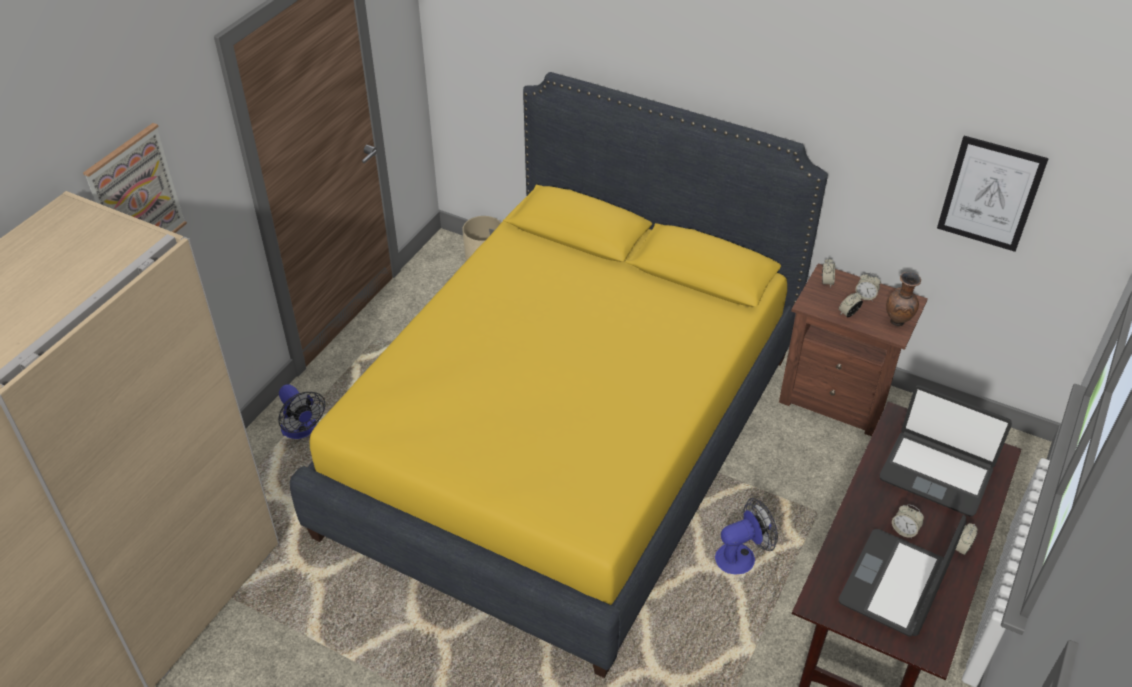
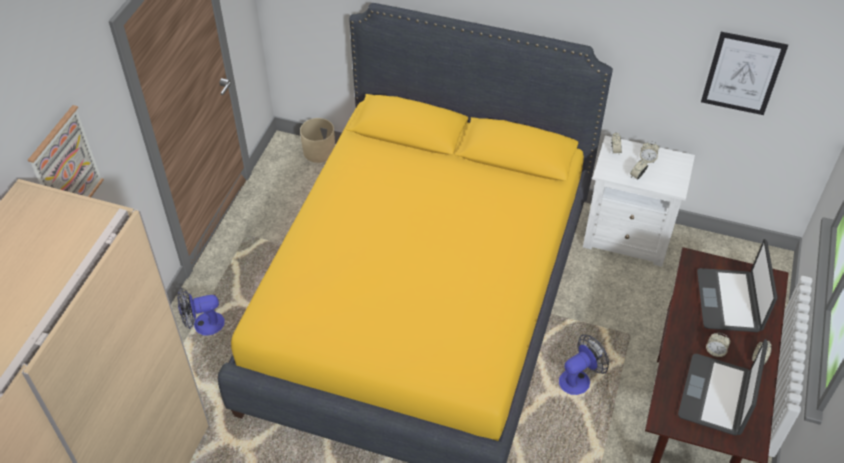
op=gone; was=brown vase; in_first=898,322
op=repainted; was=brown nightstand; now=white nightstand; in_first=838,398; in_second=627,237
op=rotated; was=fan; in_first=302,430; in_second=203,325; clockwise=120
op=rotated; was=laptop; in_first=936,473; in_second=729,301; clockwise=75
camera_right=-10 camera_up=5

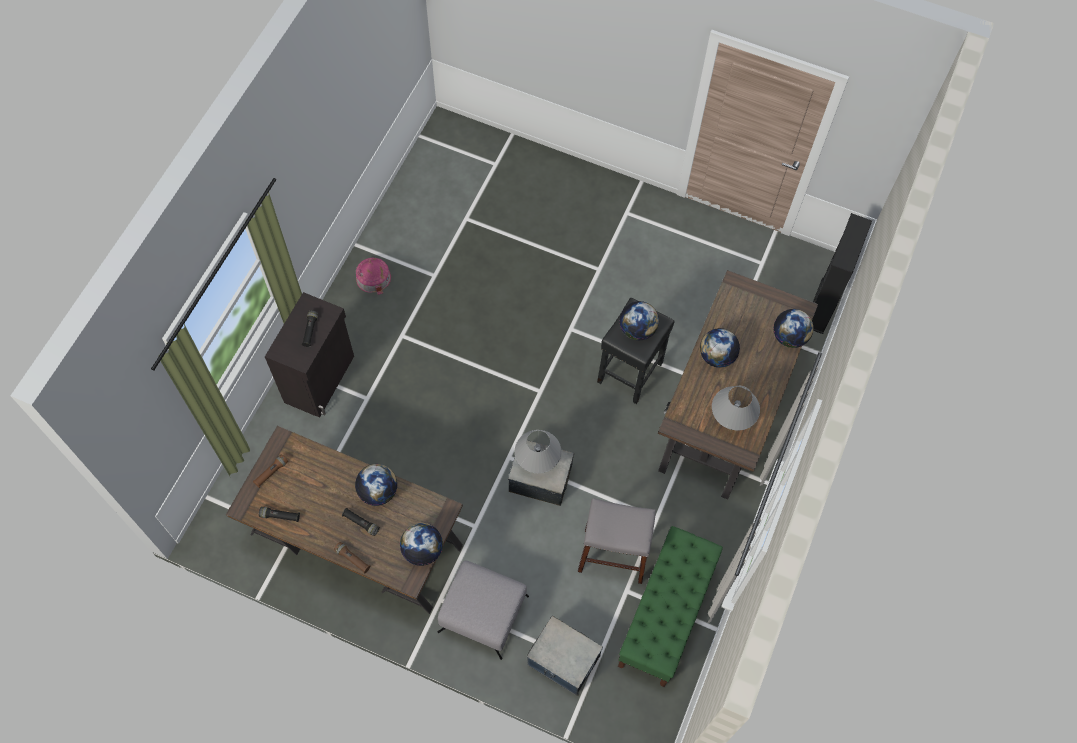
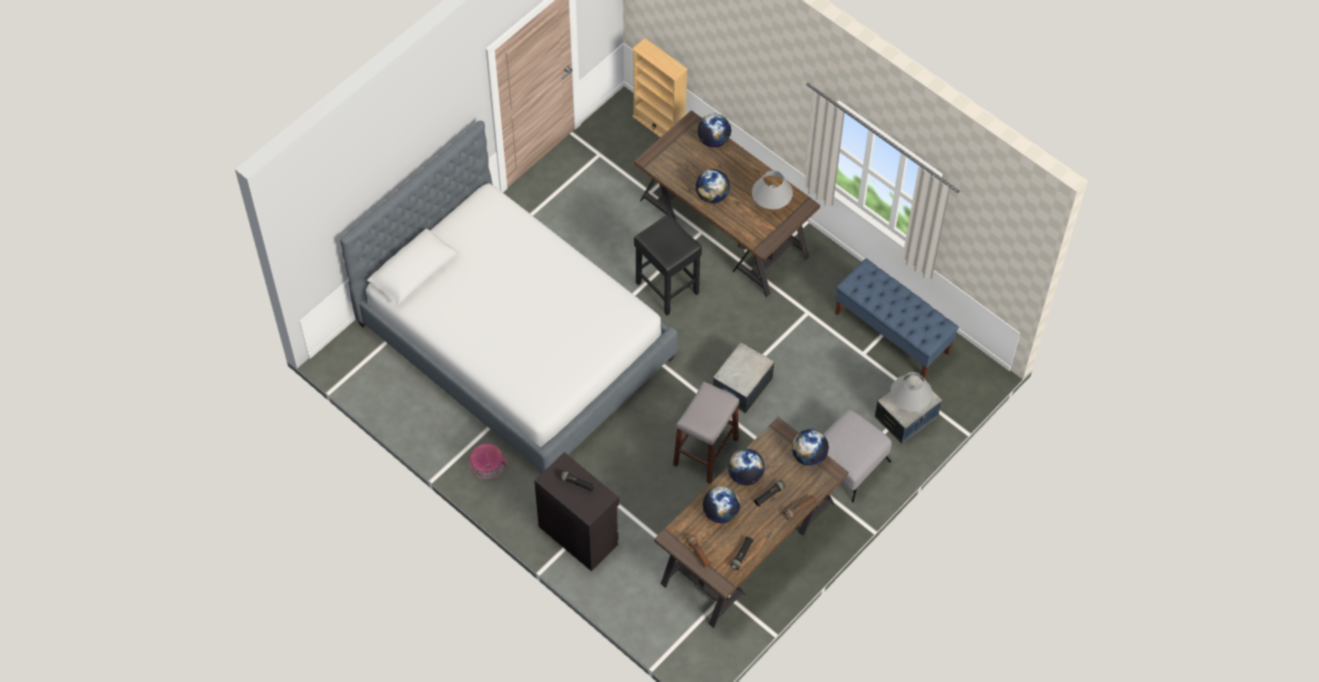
op=new; now=bed; in_second=515,341
op=shifted; was=grey table lamp; in_first=537,460; in_second=909,404
op=shifted; was=grey stool; in_first=613,555; in_second=706,451
op=shifted; was=globe; in_first=637,330; in_second=721,512
op=repainted; was=green bench; now=blue bench; in_first=665,615; in_second=892,333
op=repainted; was=black bookcase; now=beige bookcase; in_first=822,306; in_second=659,126
camera_right=-70 camera_up=-5

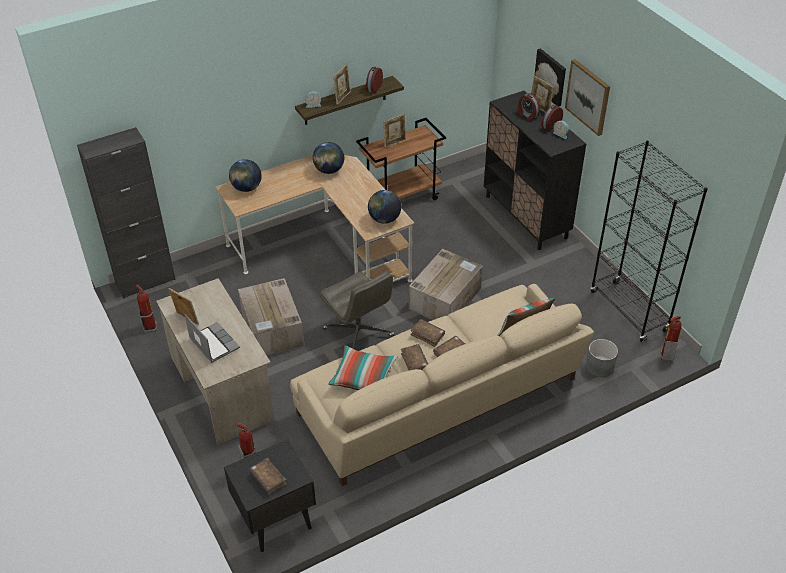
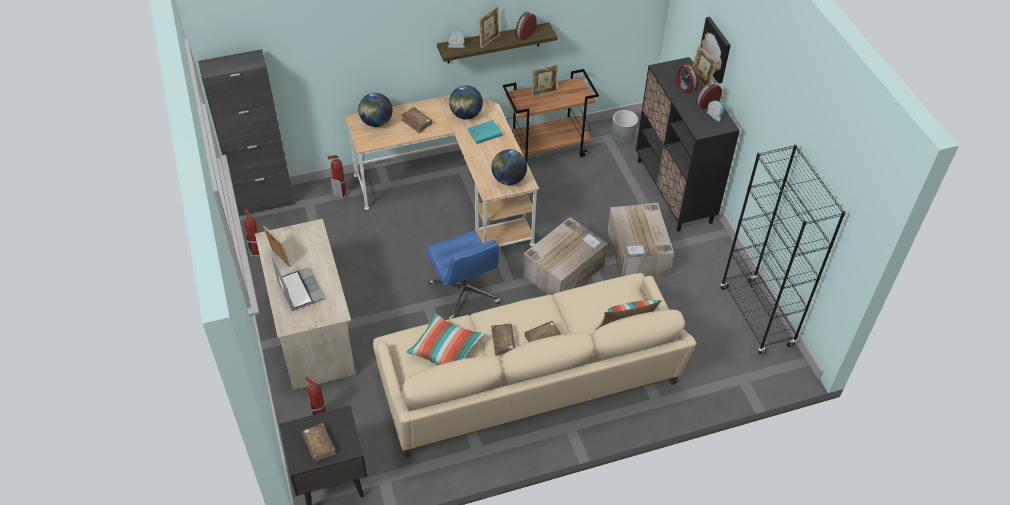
op=gone; was=picture; in_first=588,96
op=new; now=turquoise book; in_second=485,133
op=shifted; was=cardboard box; in_first=272,329; in_second=638,252
op=shifted; was=brown book; in_first=427,335; in_second=417,123
op=shifted; was=grey planter; in_first=599,367; in_second=622,135
op=shifted; was=fire extinguisher; in_first=666,355; in_second=340,194
op=repainted; was=grey office chair; now=blue office chair; in_first=359,333; in_second=464,293
camera_right=10 camera_up=5

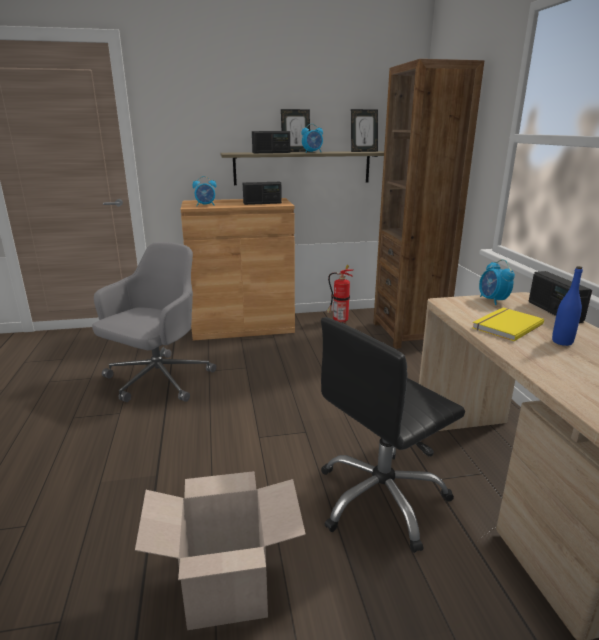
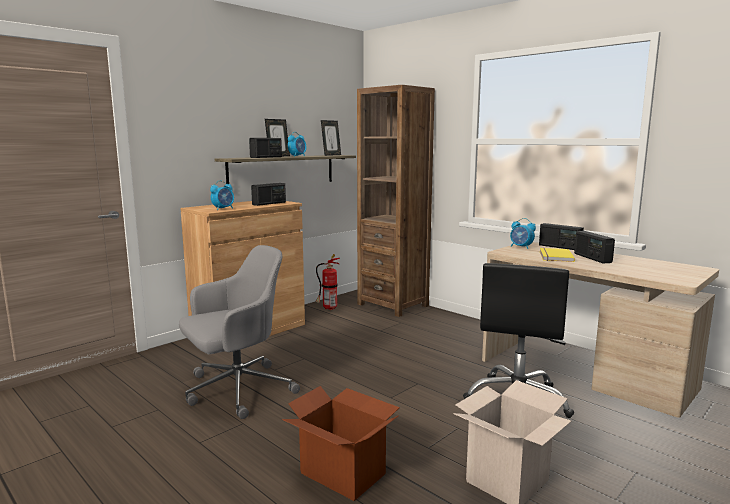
op=new; now=cardboard box; in_second=343,473
op=swapped; was=blue bottle; now=radio; in_first=562,342; in_second=592,258
op=rotated; was=grey office chair; in_first=157,380; in_second=237,390; clockwise=60
camera_right=-35 camera_up=-10

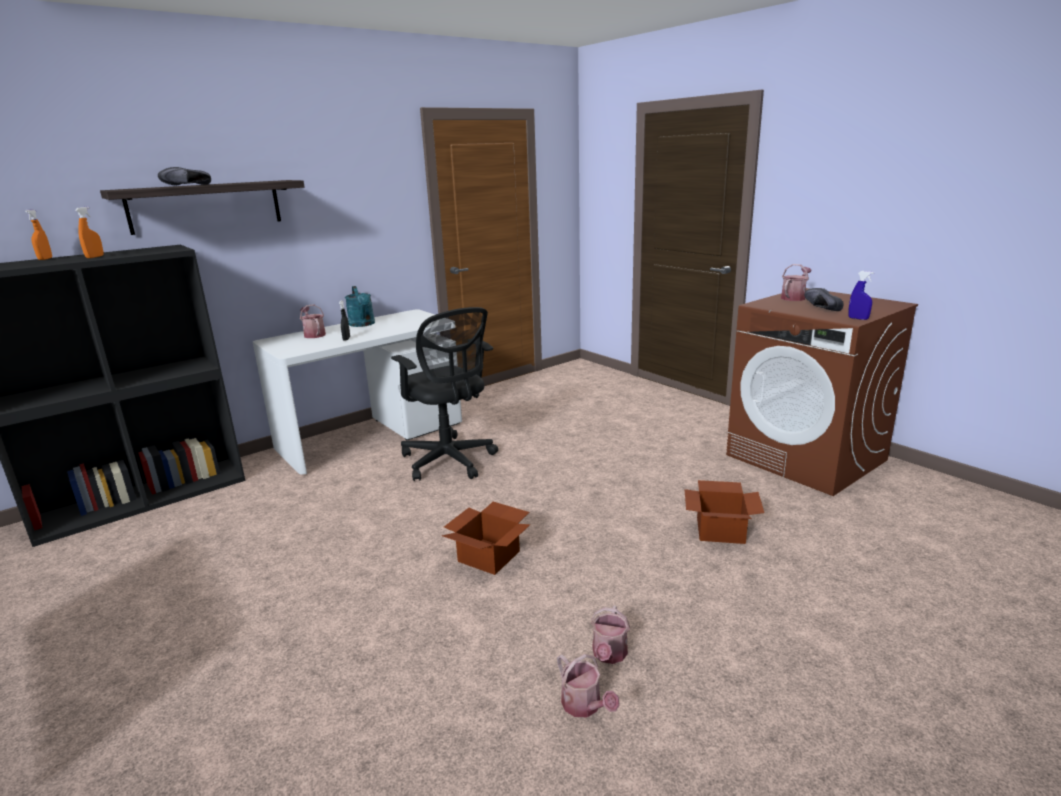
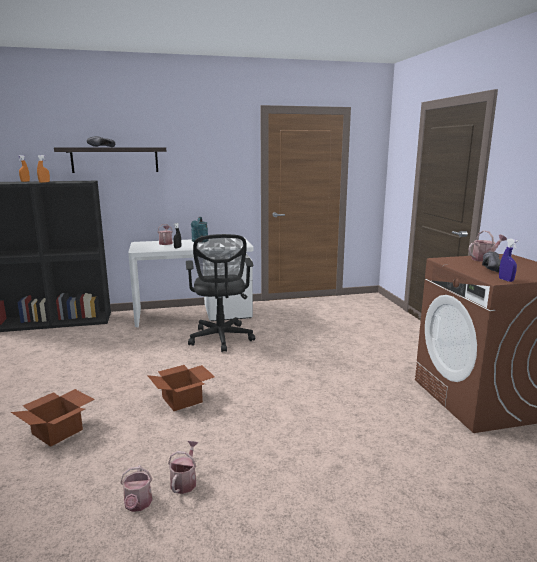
op=shifted; was=cardboard box; in_first=721,529; in_second=59,431
op=rotated; was=watering can; in_first=609,655; in_second=185,481; clockwise=150
camera_right=25 camera_up=-5

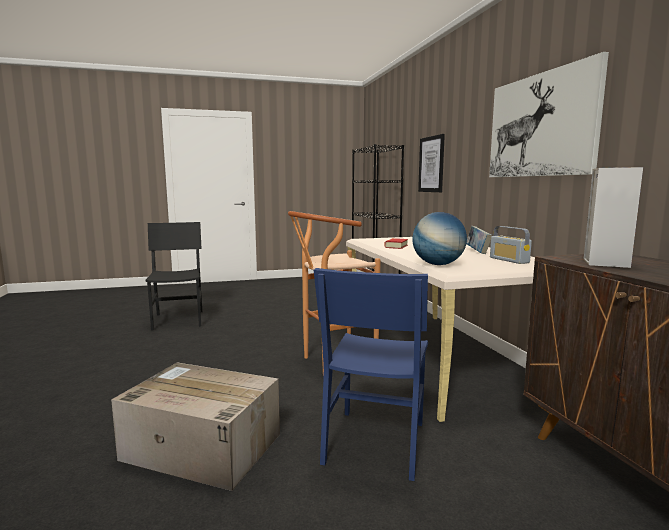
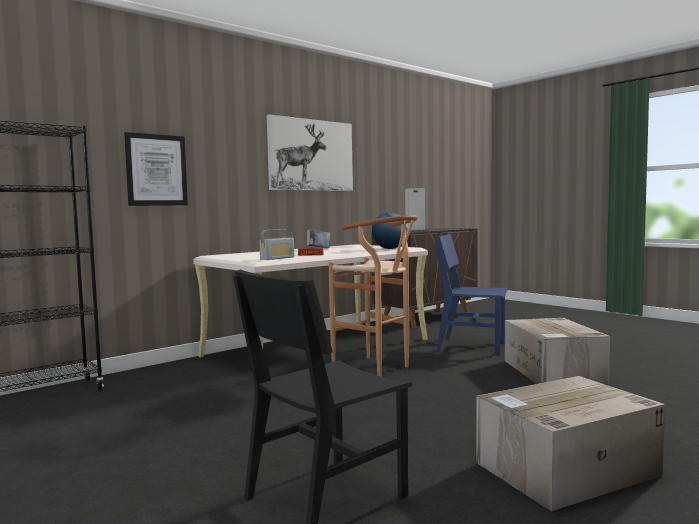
op=new; now=cardboard box; in_second=565,469
op=shifted; was=radio; in_first=509,260; in_second=277,258
op=rotated; was=blue chair; in_first=375,442; in_second=471,346; clockwise=-150
camera_right=-115 camera_up=-5

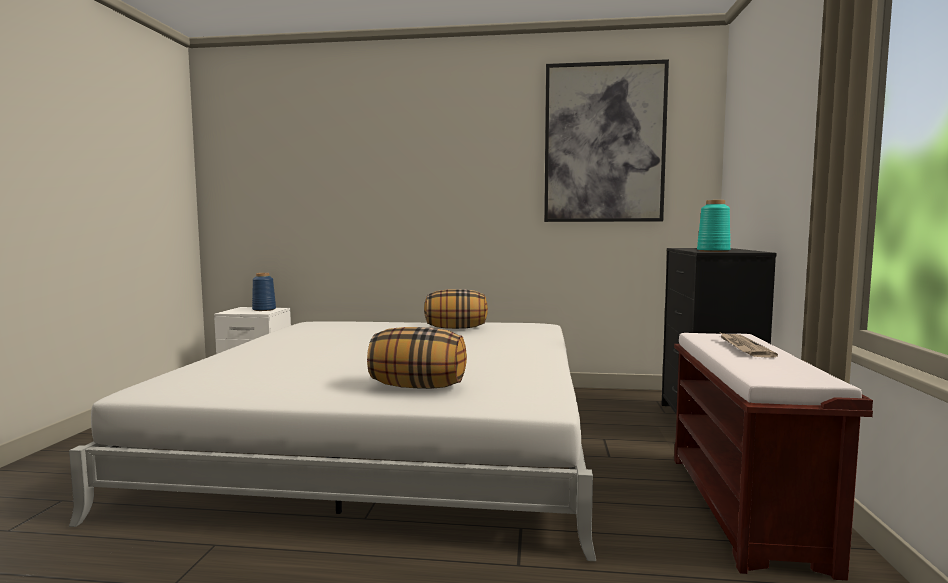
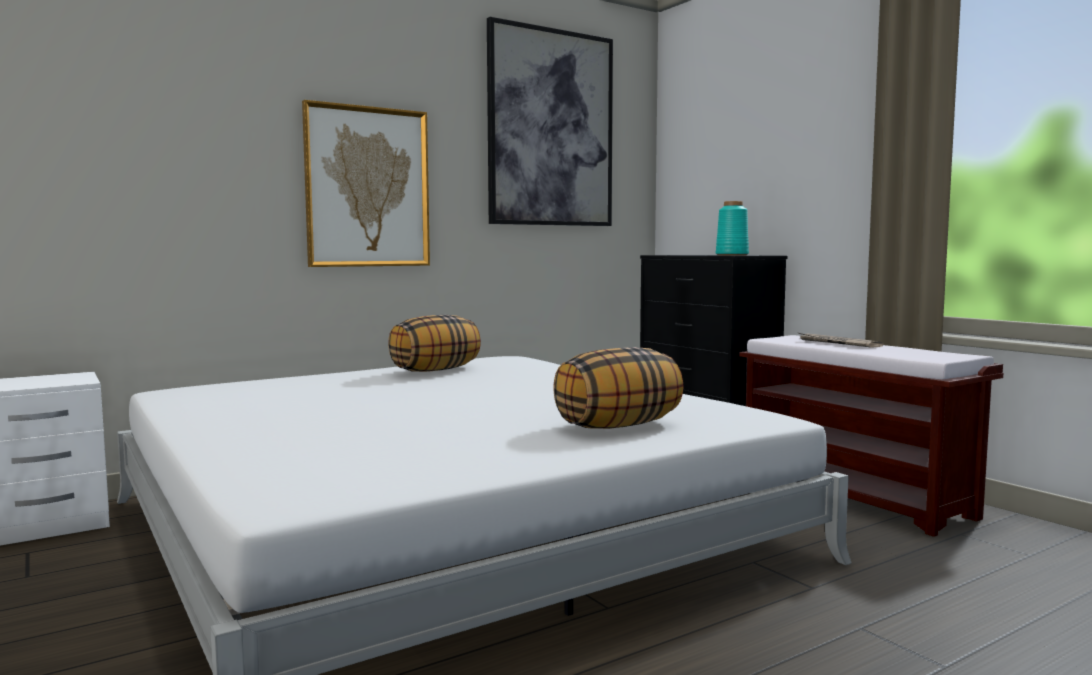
op=gone; was=blue vase; in_first=264,309
op=new; now=picture; in_second=367,187
camera_right=-40 camera_up=0

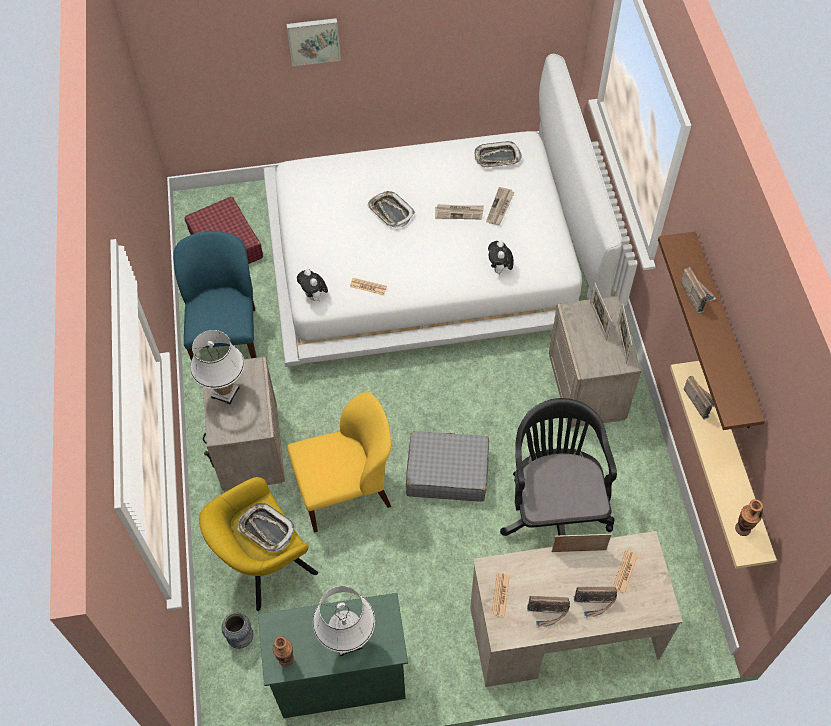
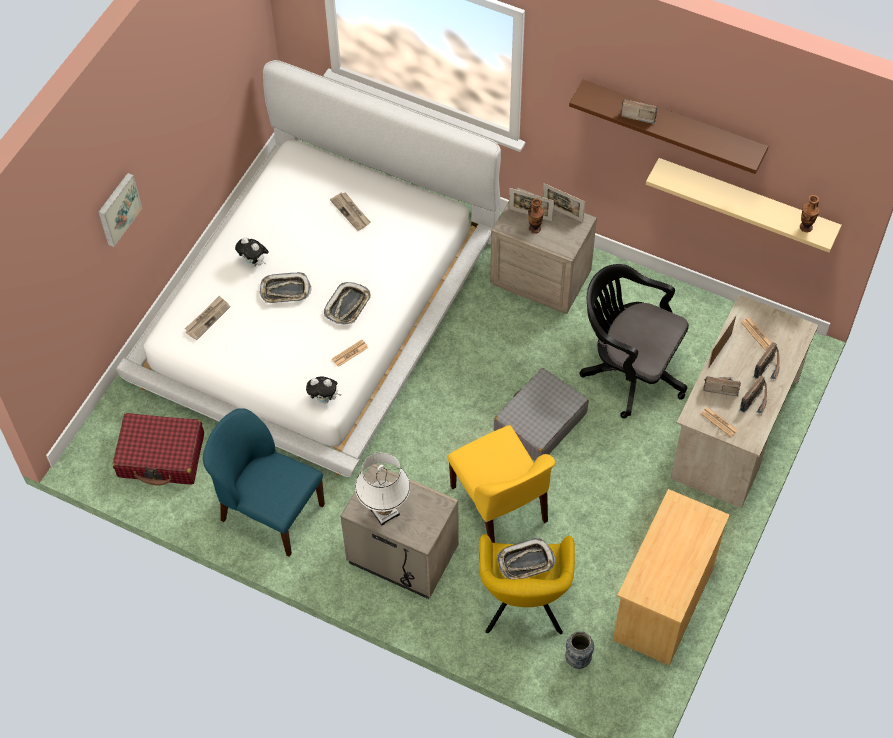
op=gone; was=white table lamp; in_first=348,641
op=shifted; was=vase; in_first=286,659; in_second=534,228
op=shifted; was=newspaper; in_first=459,212; in_second=207,318
op=shifted; was=tray; in_first=497,158; in_second=348,306
op=shifted; was=plush toy; in_first=499,269; in_second=254,262
op=shifted; was=radio; in_first=699,400; in_second=720,387
op=repainted; was=green dresser; now=beige dresser; in_first=340,676; in_second=662,604
op=rotated; was=yellow chair; in_first=345,491; in_second=500,506; clockwise=135
camera_right=-55 camera_up=0

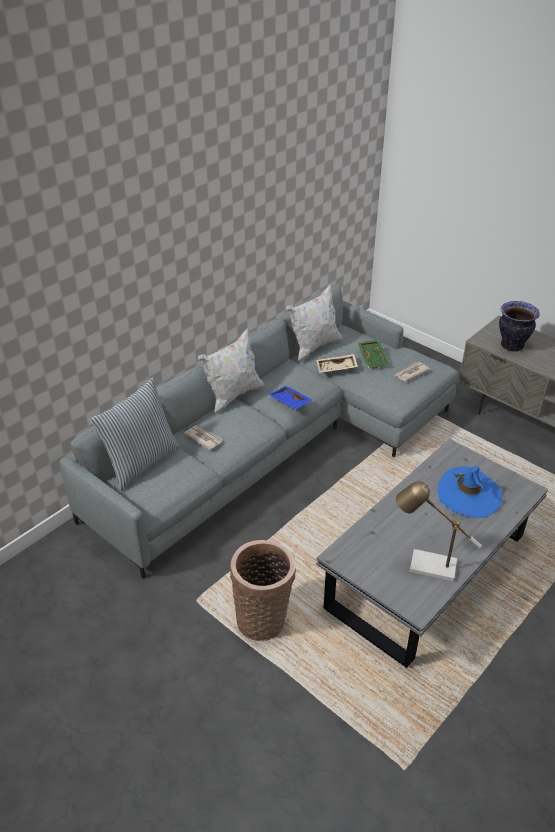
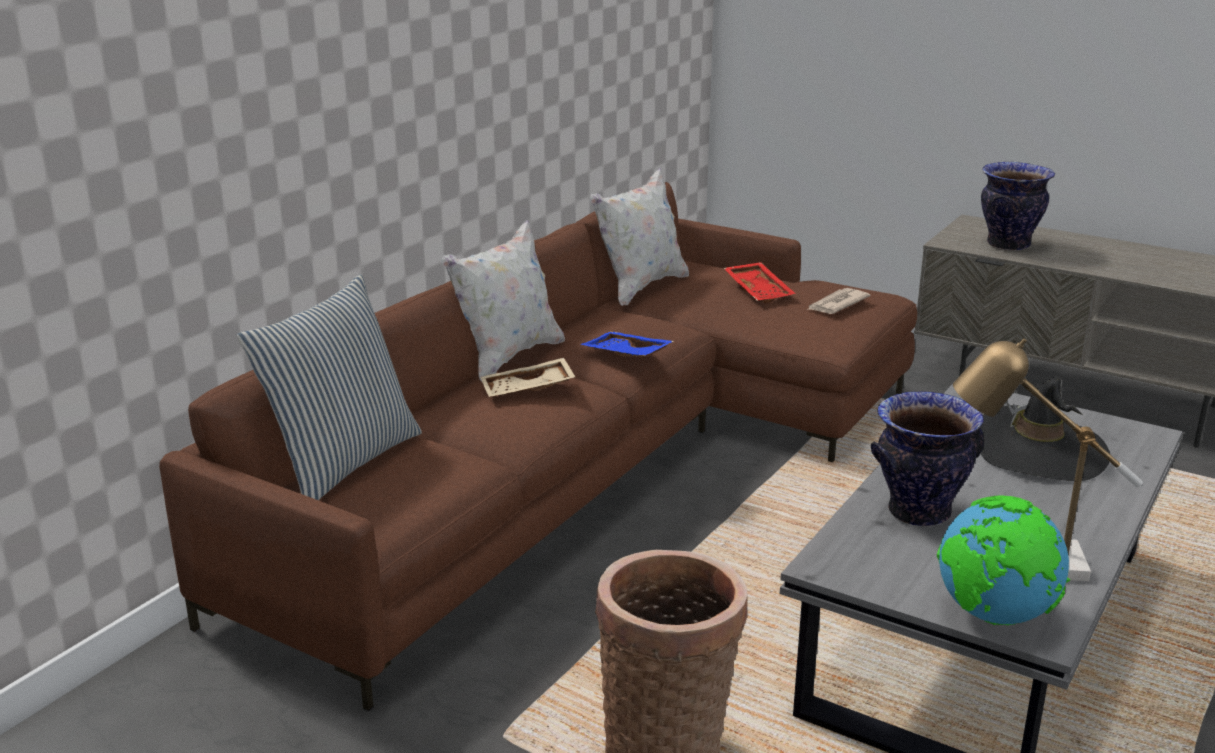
op=gone; was=newspaper; in_first=203,438
op=new; now=vase; in_second=918,512
op=new; now=globe; in_second=994,616
op=shifted; was=beige tray; in_first=336,368; in_second=528,390
op=repainted; was=grey sofa; now=brown sofa; in_first=276,444; in_second=596,464
op=repainted; was=green tray; now=red tray; in_first=374,358; in_second=759,291
op=repainted; was=blue hat; now=black hat; in_first=469,495; in_second=1040,451
camera_right=-10 camera_up=-15

